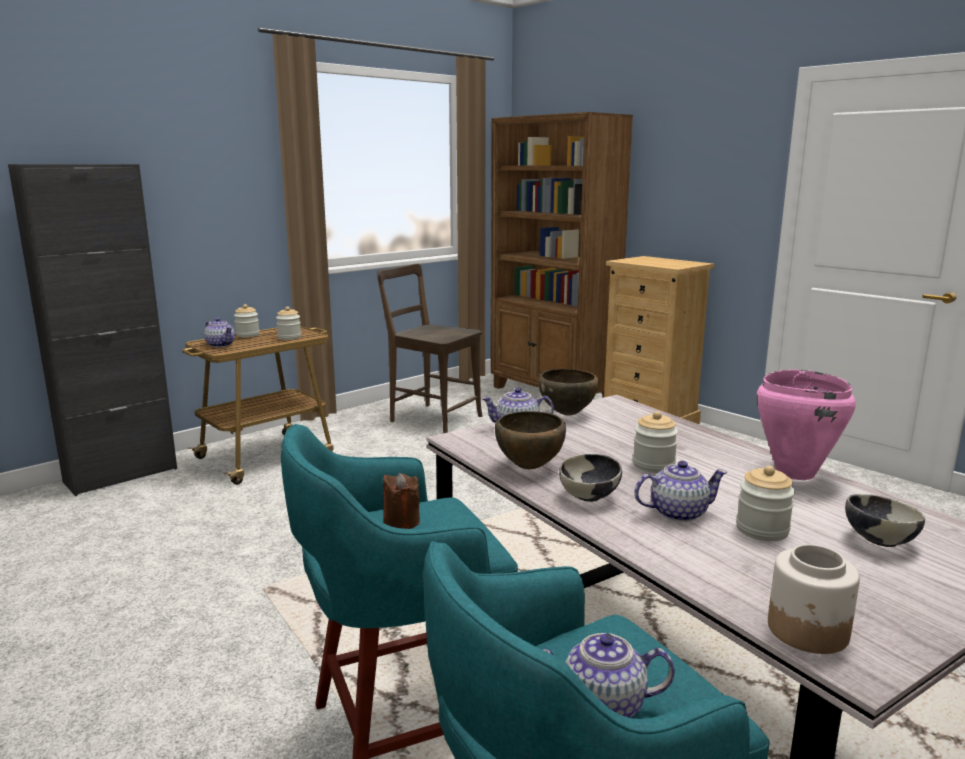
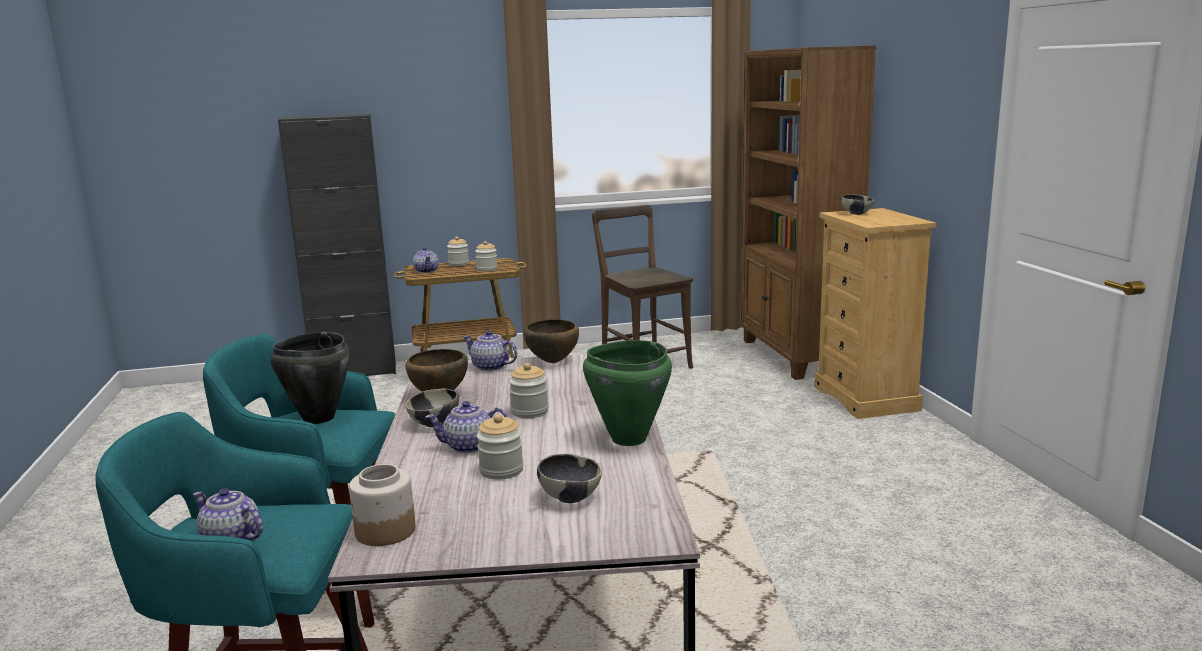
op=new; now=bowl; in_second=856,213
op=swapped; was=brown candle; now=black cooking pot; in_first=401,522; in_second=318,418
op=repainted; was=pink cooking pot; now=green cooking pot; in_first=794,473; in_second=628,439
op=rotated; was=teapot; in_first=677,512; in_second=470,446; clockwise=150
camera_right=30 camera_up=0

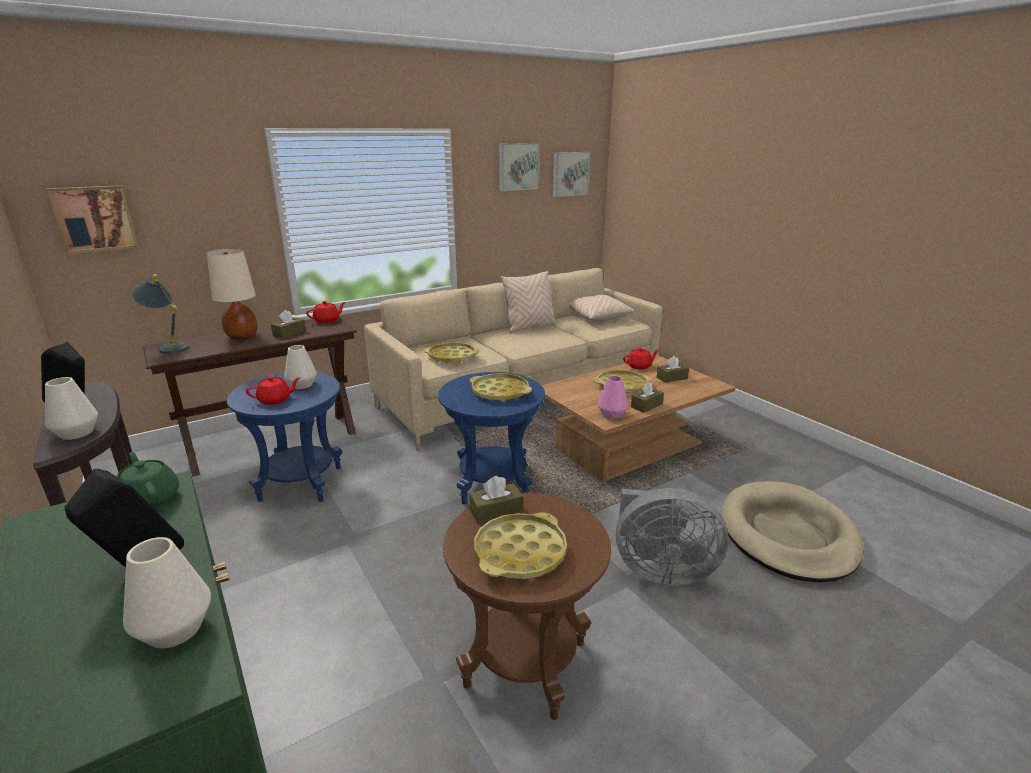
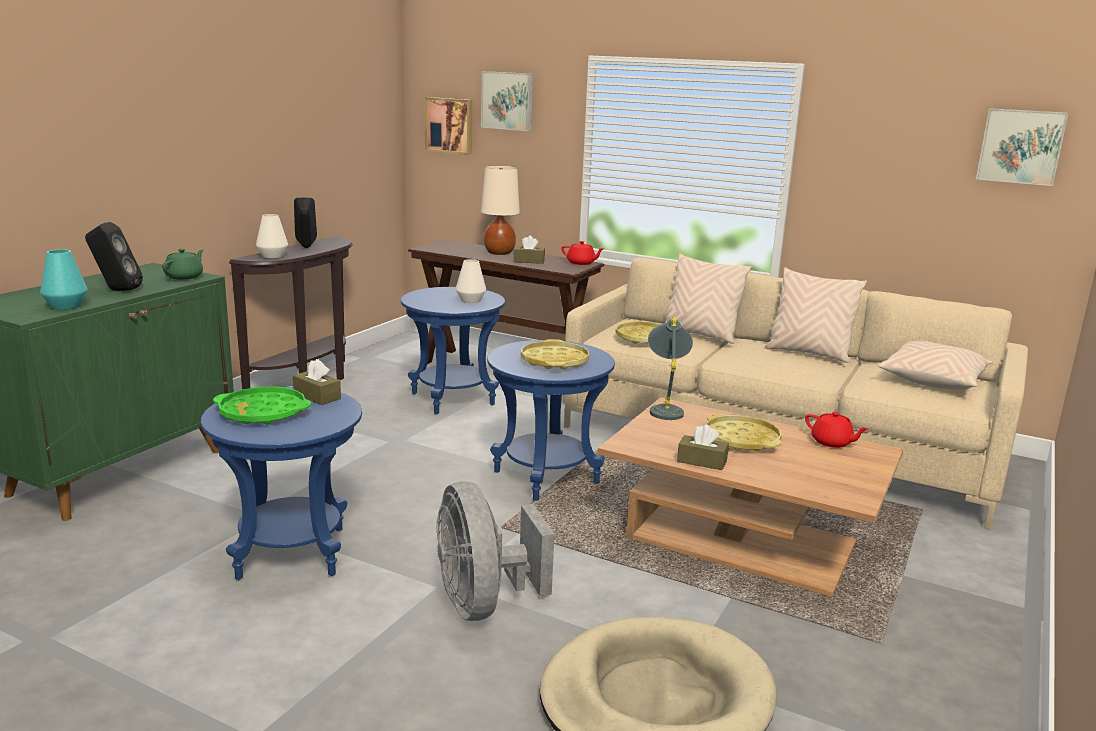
op=gone; was=red teapot; in_first=275,400
op=gone; was=pink vase; in_first=612,414
op=gone; was=brown tissue box; in_first=672,378
op=new; now=beige pillow; in_second=700,335
op=shifted; was=grey table lamp; in_first=169,347; in_second=666,409
op=shifted; was=picture; in_first=517,167; in_second=508,101
op=repainted; was=white vase; now=turquoise vase; in_first=174,629; in_second=66,306
op=repainted; was=brown side table; now=blue side table; in_first=525,665; in_second=291,553
op=repainted; was=yellow tray; now=green tray; in_first=520,552; in_second=263,413
camera_right=60 camera_up=-5

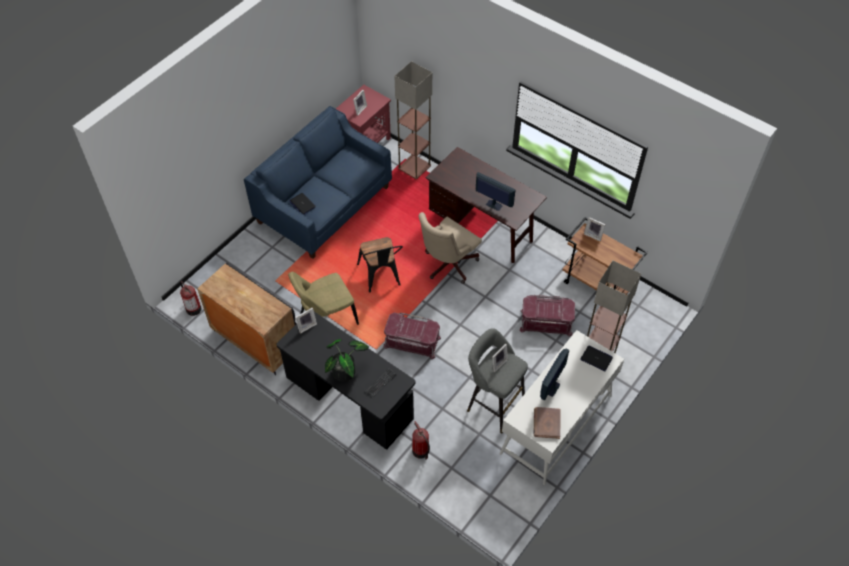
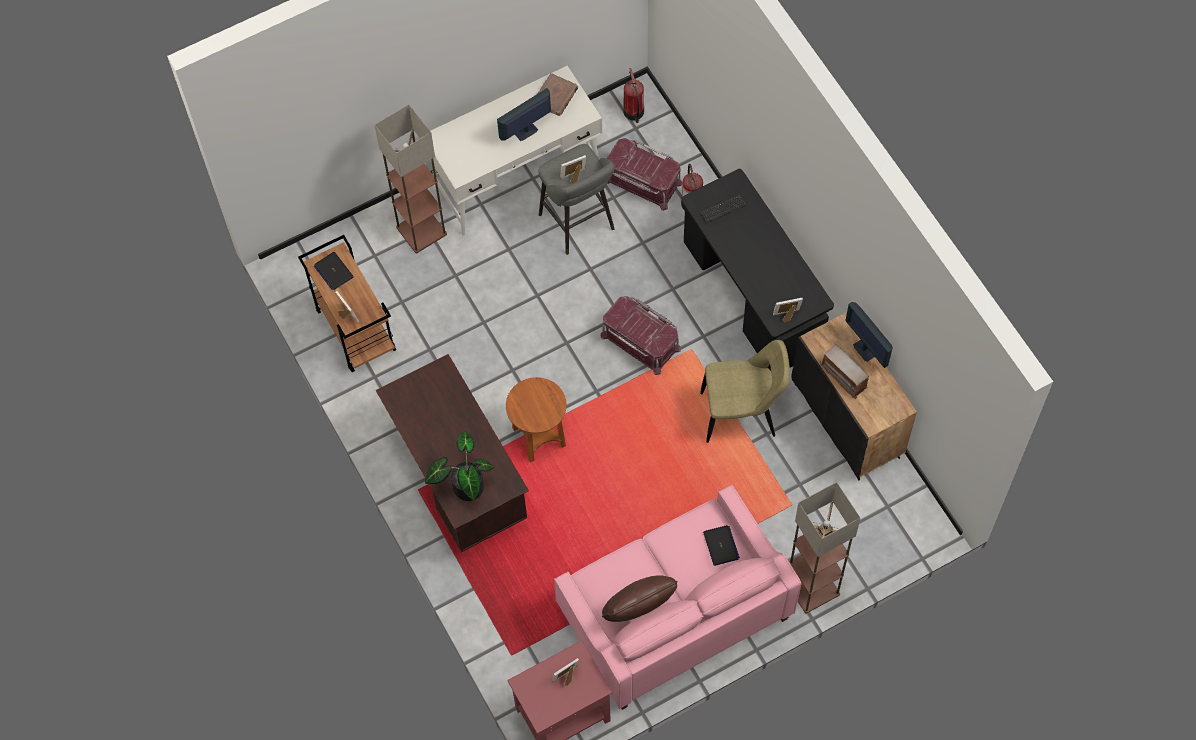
op=gone; was=black chair; in_first=381,277
op=new; now=brown pillow; in_second=639,610
op=new; now=radio; in_second=844,376
op=shifted; was=fire extinguisher; in_first=193,308; in_second=634,112
op=shifted; was=potted plant; in_first=347,372; in_second=464,485
op=shifted; was=floor lamp; in_first=414,166; in_second=812,588
op=shifted; was=monitor; in_first=493,205; in_second=864,350
op=shifted; was=red storage box; in_first=546,321; in_second=642,182
op=shifted; was=laptop; in_first=596,358; in_second=333,271
op=swapped; was=beige office chair; now=brown side table; in_first=447,265; in_second=539,437
op=repainted; was=blue sofa; now=pink sofa; in_first=324,205; in_second=674,613
camera_right=-155 camera_up=10

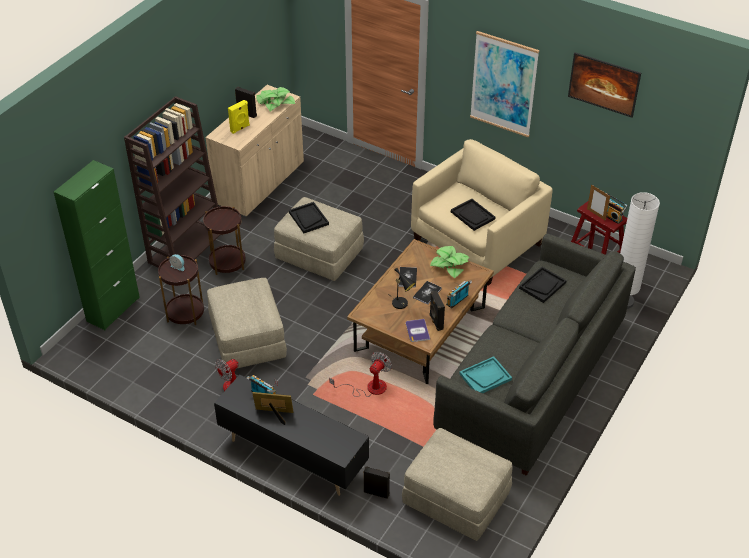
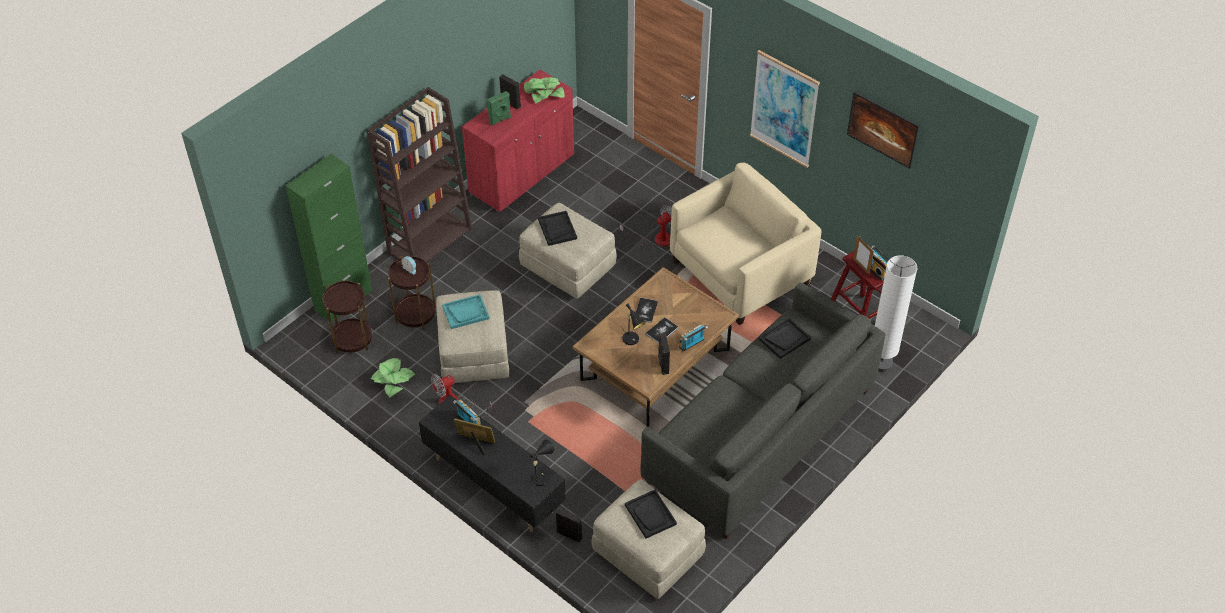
op=gone; was=book; in_first=417,331
op=new; now=black table lamp; in_second=542,476
op=shifted; was=brown side table; in_first=227,263; in_second=352,339
op=shifted; was=fan; in_first=369,388; in_second=656,239
op=shifted; was=potted plant; in_first=450,264; in_second=393,379
op=shifted; was=black tray; in_first=472,215; in_second=650,515
op=shifted; was=turquoise tray; in_first=485,377; in_second=466,312
op=repainted; was=beige cabinet; now=red cabinet; in_first=260,183; in_second=522,174
op=repainted; was=yellow speaker; now=green speaker; in_first=240,128; in_second=500,120
camera_right=10 camera_up=5

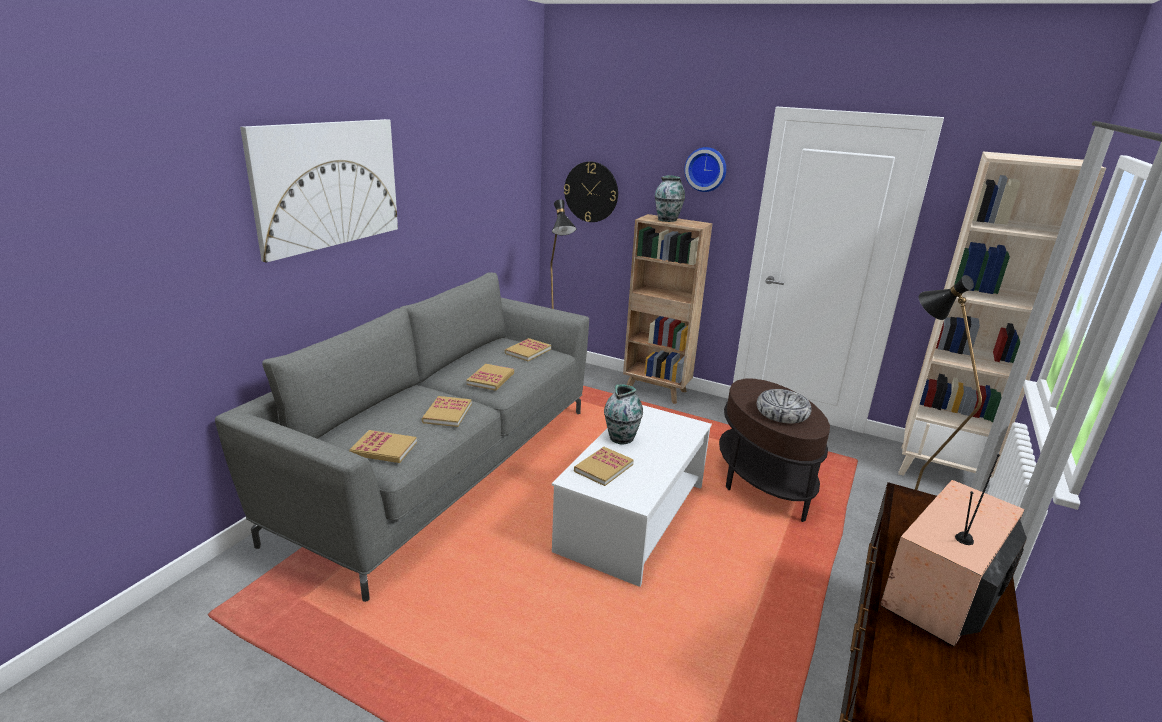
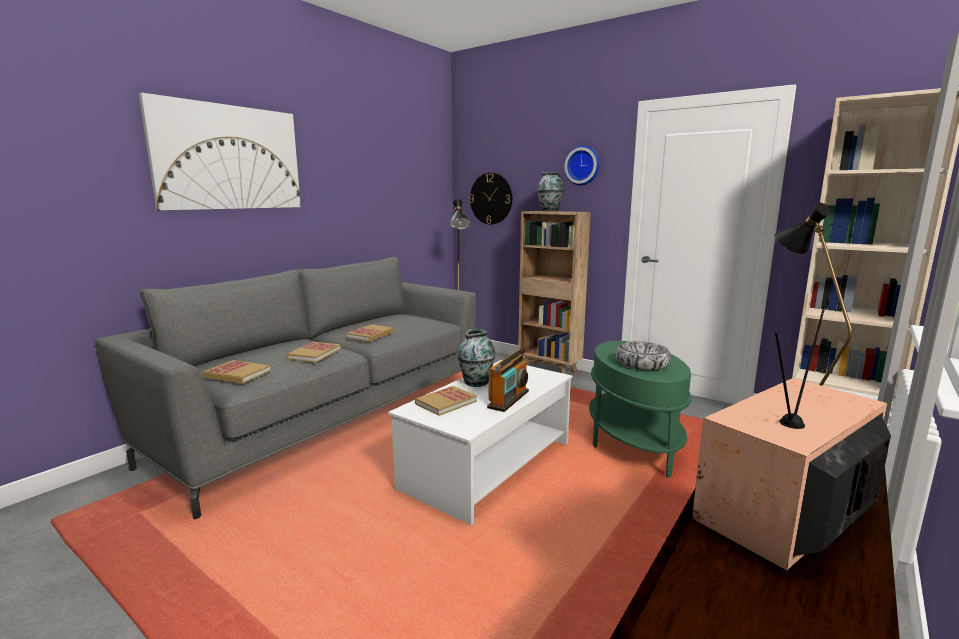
op=gone; was=book; in_first=528,351
op=new; now=radio; in_second=509,399
op=repainted; was=brown side table; now=green side table; in_first=762,484; in_second=633,444
camera_right=10 camera_up=-10

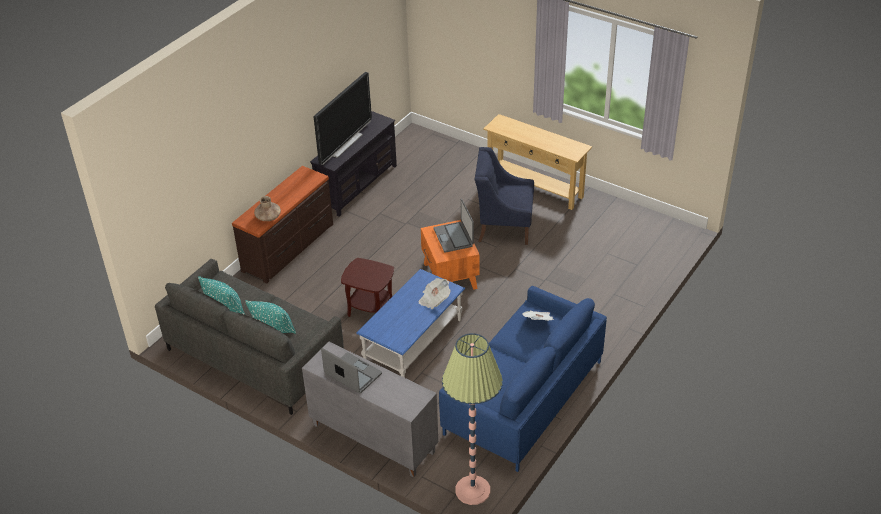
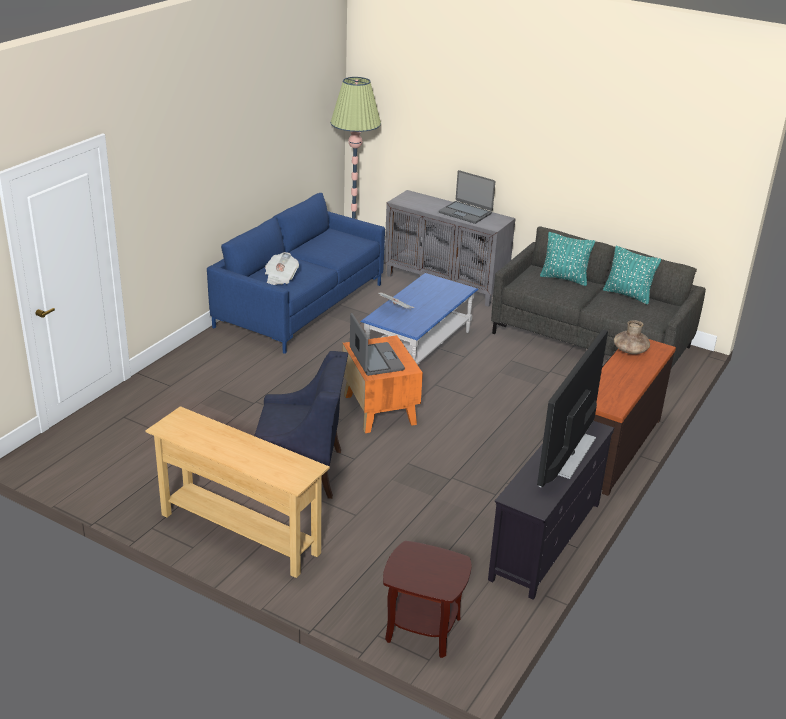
op=shifted; was=brown side table; in_first=370,308; in_second=422,629
camera_right=175 camera_up=-10

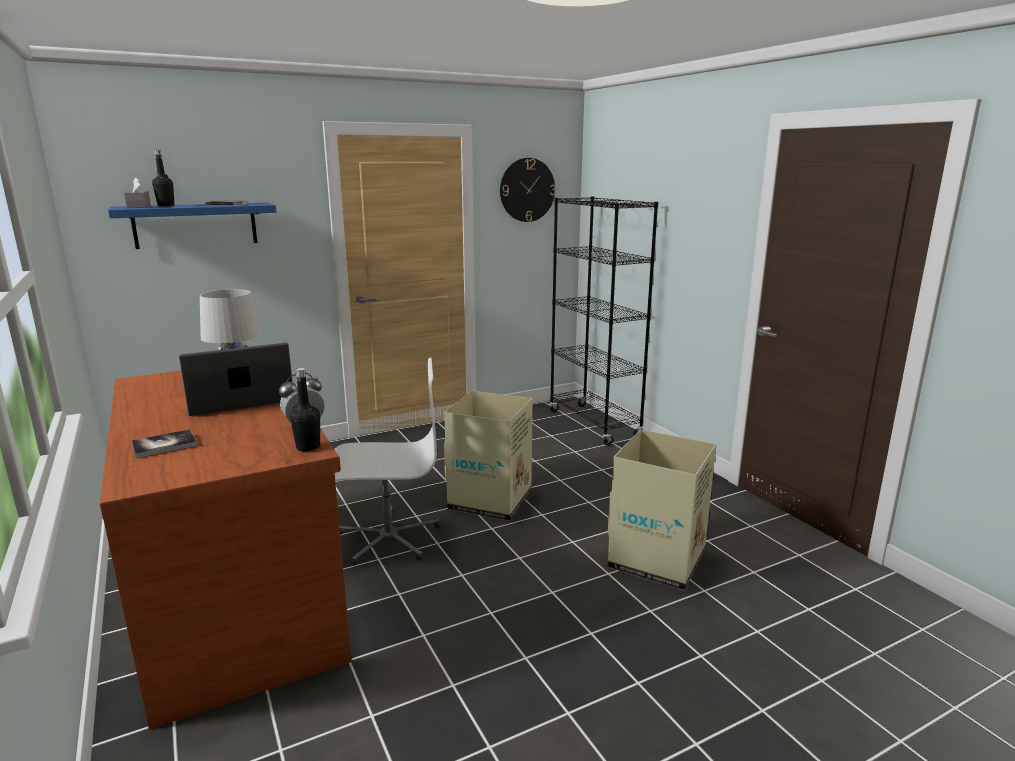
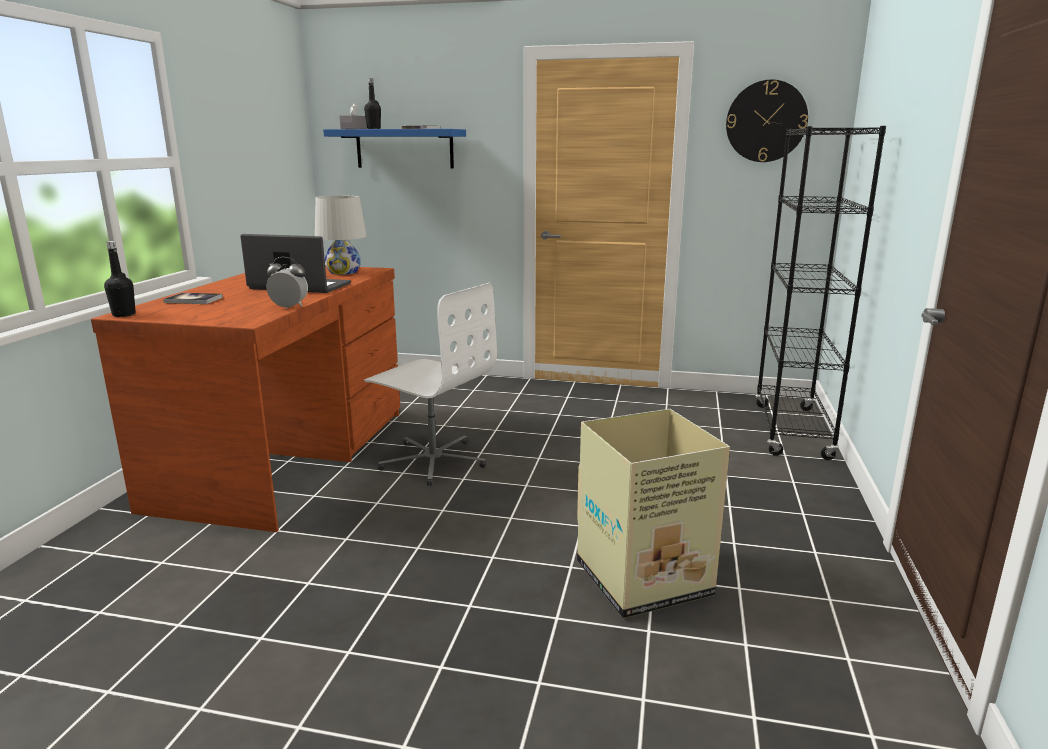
op=gone; was=cardboard box; in_first=491,500
op=shifted; was=black bottle; in_first=308,447; in_second=124,315
camera_right=40 camera_up=0

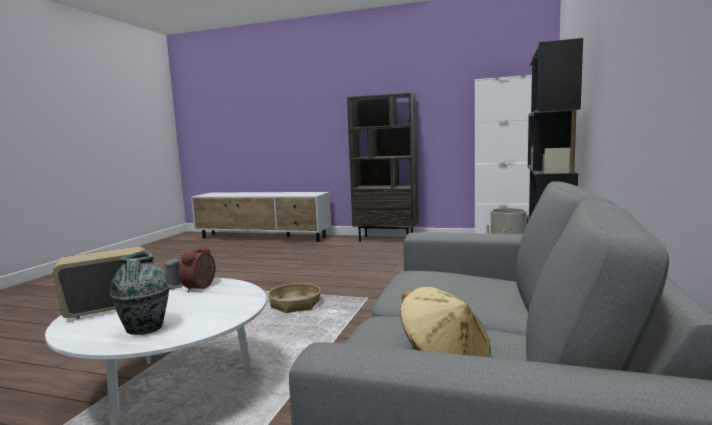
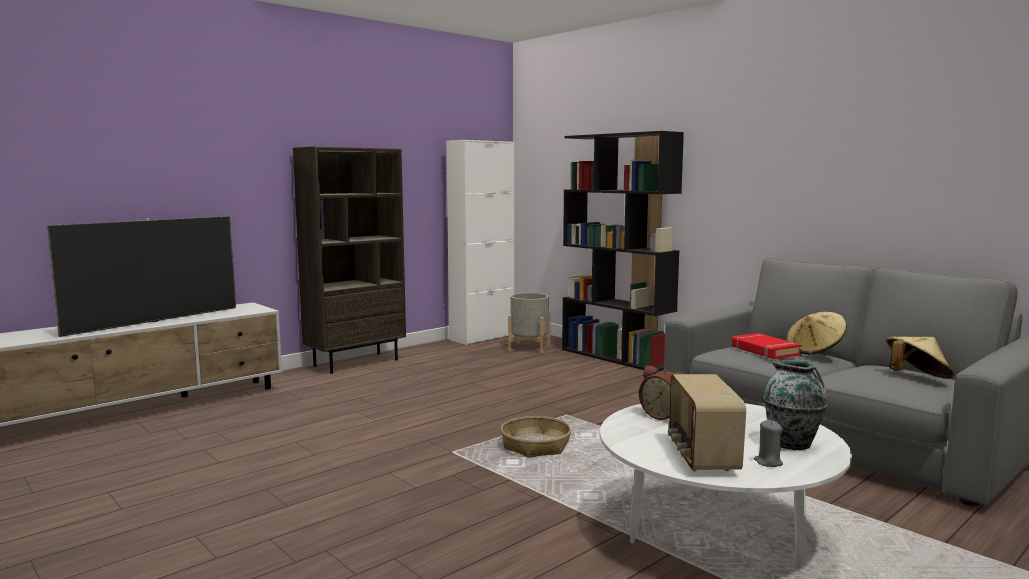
op=new; now=television; in_second=155,321
op=new; now=red book; in_second=764,351
op=new; now=beige hat; in_second=815,350
op=shifted; was=grey candle; in_first=174,286; in_second=768,462
camera_right=-60 camera_up=0

